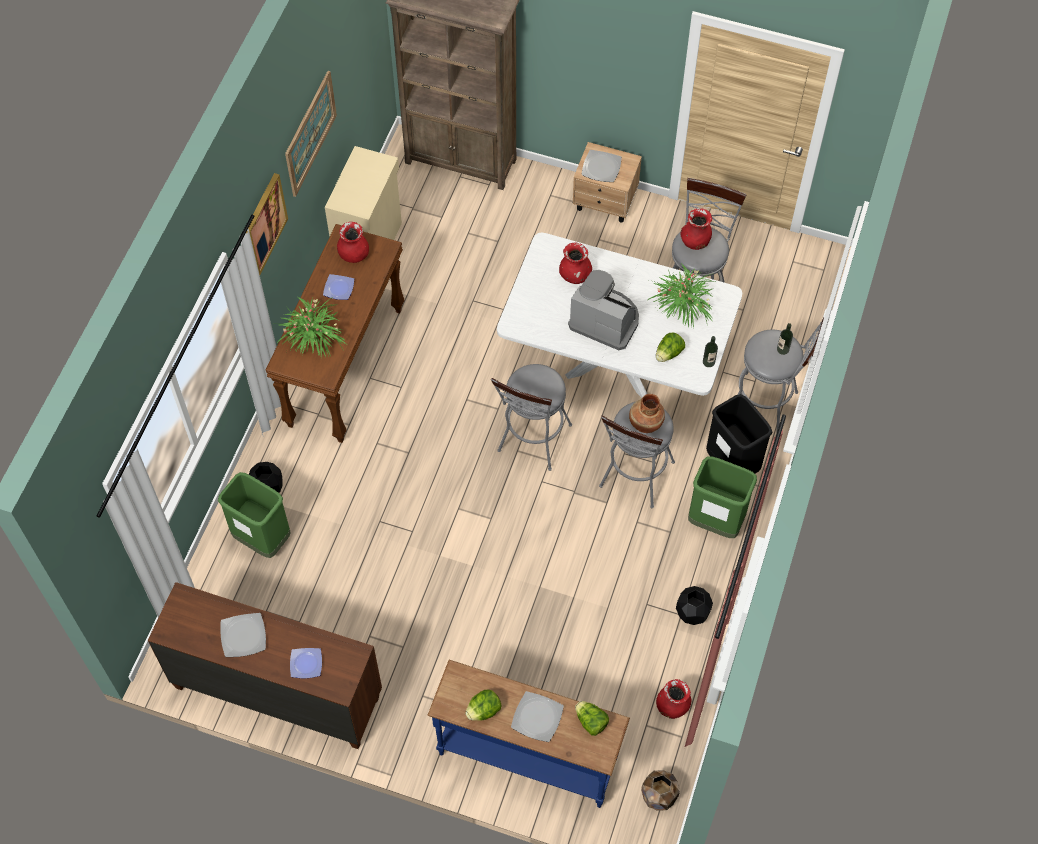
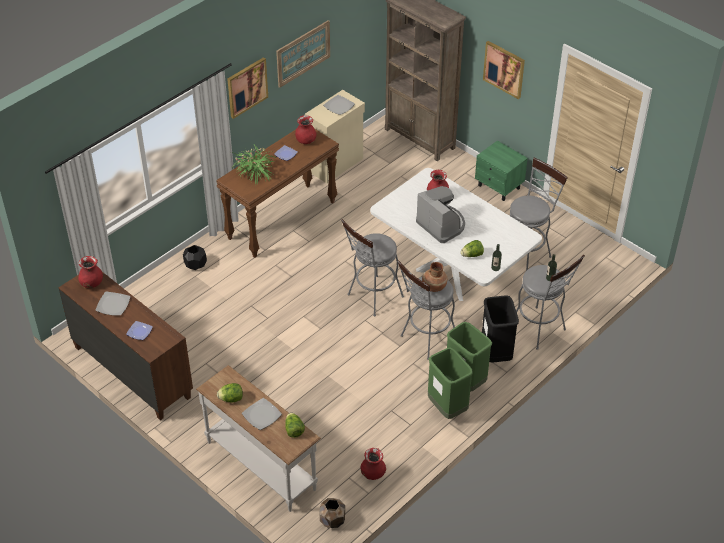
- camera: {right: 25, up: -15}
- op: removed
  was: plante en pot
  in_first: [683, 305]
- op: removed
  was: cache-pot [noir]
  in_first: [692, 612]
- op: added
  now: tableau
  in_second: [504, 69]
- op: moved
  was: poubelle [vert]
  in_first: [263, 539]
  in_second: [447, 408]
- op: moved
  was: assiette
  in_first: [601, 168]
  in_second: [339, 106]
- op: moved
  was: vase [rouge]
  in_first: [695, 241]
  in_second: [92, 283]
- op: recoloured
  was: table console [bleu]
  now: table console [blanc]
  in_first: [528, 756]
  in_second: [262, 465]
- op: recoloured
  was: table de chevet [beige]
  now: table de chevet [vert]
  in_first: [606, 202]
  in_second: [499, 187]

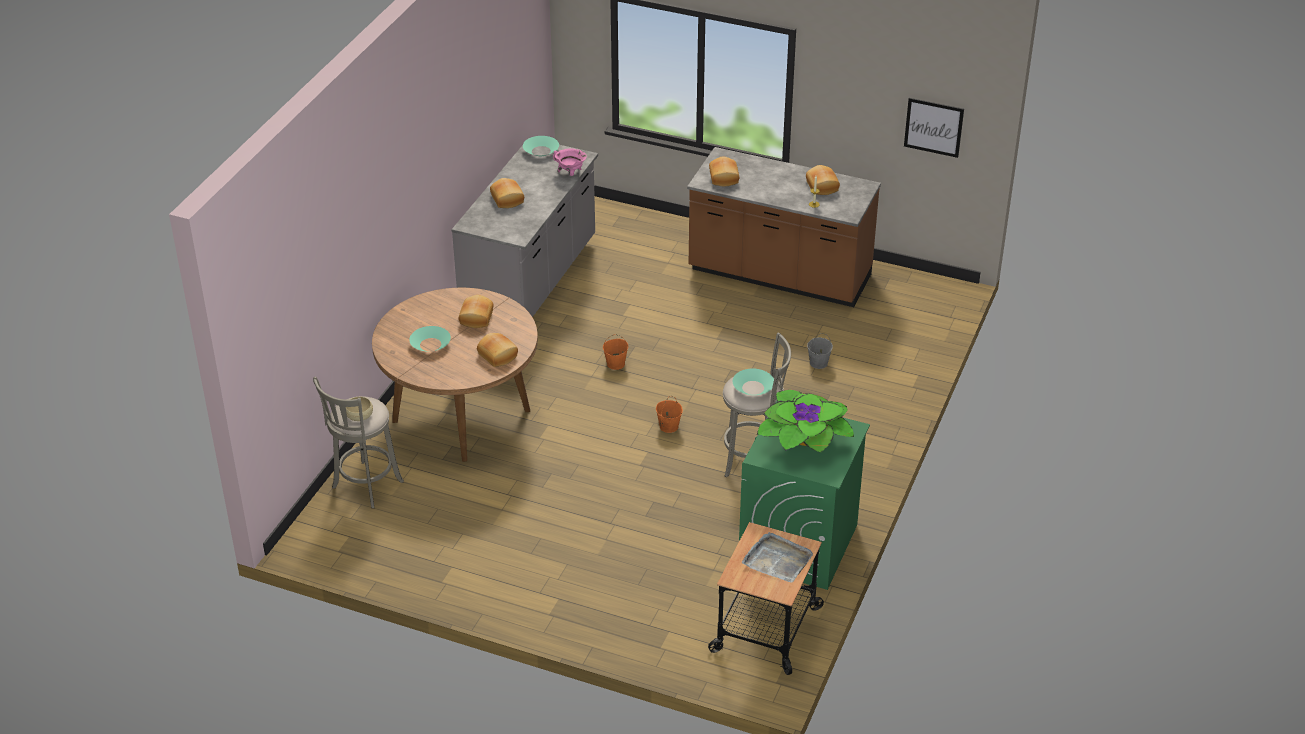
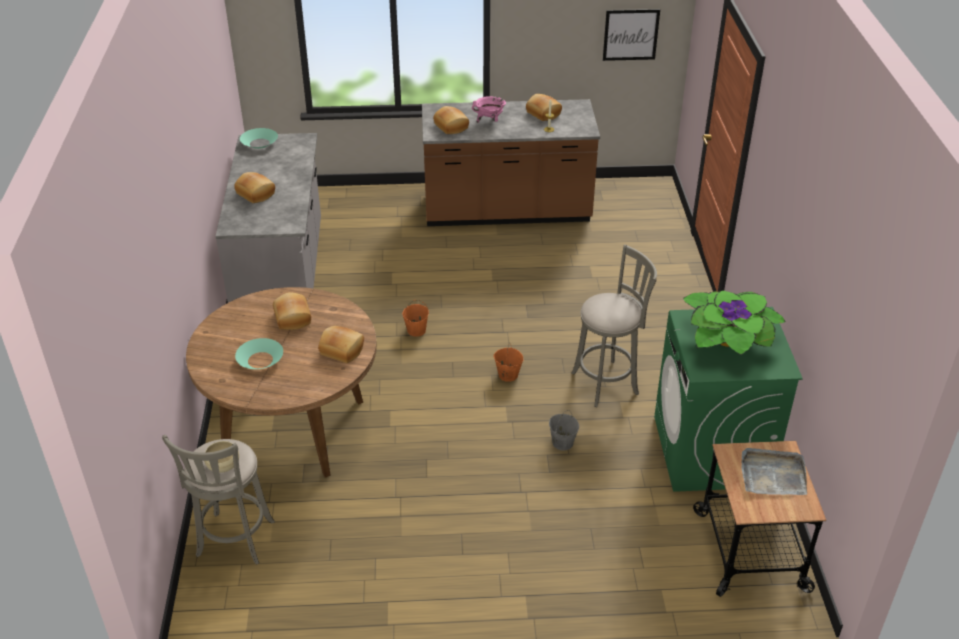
- camera: {right: -25, up: 0}
- op: removed
  was: bol [turquoise]
  in_first: [753, 387]
- op: moved
  was: marmite [rose]
  in_first: [570, 174]
  in_second: [489, 121]
- op: moved
  was: seau [gris]
  in_first: [818, 363]
  in_second: [562, 443]

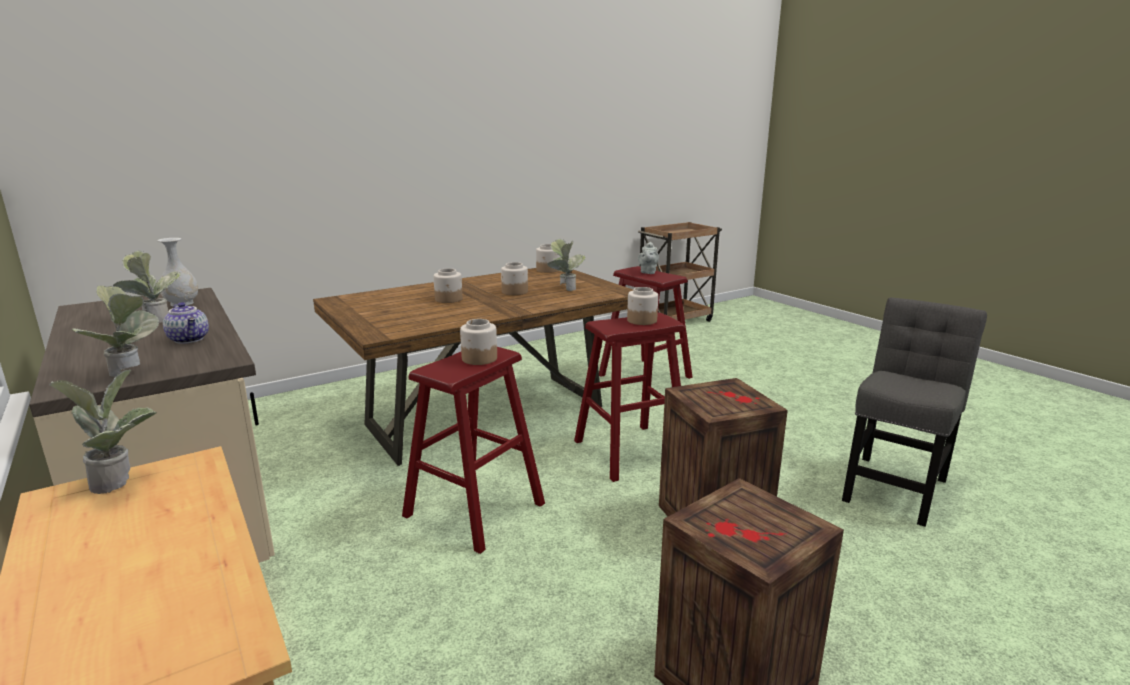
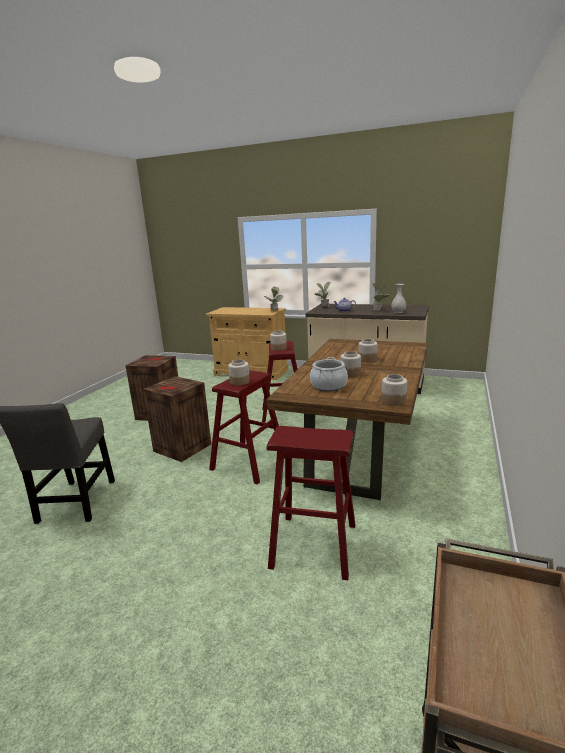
- camera: {right: 145, up: 0}
- op: removed
  was: théière [gris]
  in_first: [647, 272]
- op: replaced
  was: plante en pot
  now: marmite
  in_first: [565, 288]
  in_second: [328, 386]

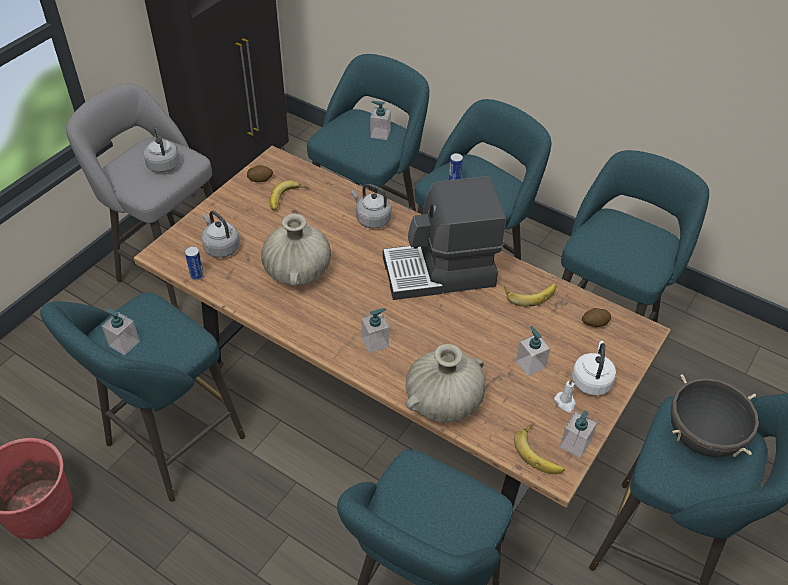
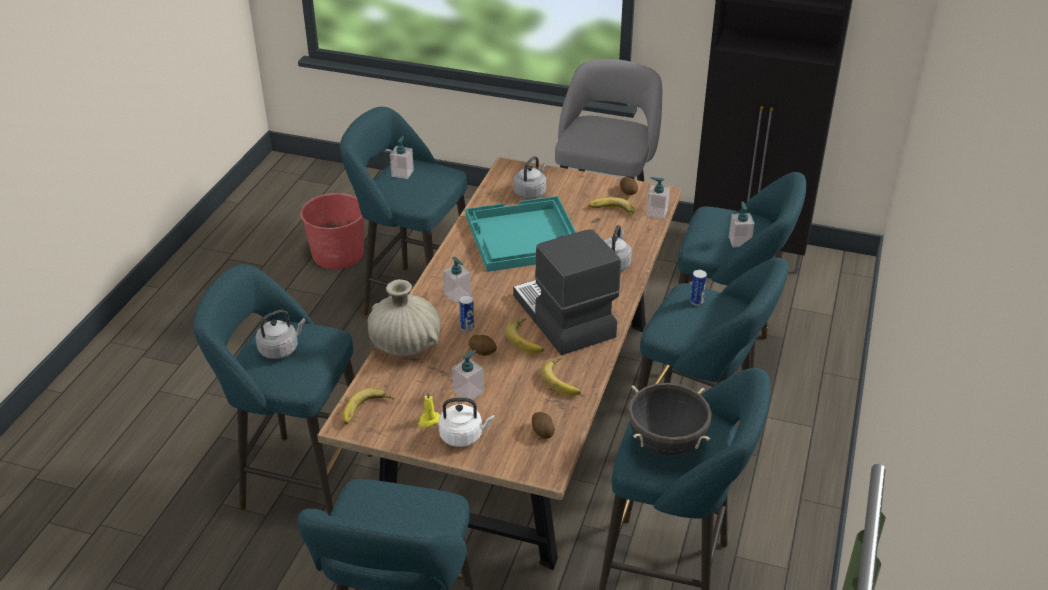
- camera: {right: 75, up: -10}
- op: added
  now: pomme de terre
  in_second: [483, 351]
- op: added
  now: banane
  in_second: [527, 339]
- op: moved
  was: bouilloire [gris]
  in_first: [163, 164]
  in_second: [281, 349]
- op: moved
  was: boîte métallique
  in_first: [197, 275]
  in_second: [467, 327]
- op: moved
  was: distributeur de savon
  in_first: [574, 444]
  in_second: [657, 212]
- op: moved
  was: marmite [noir]
  in_first: [702, 438]
  in_second: [666, 443]
- op: replaced
  was: vase [beige]
  now: plateau [turquoise]
  in_first: [298, 271]
  in_second: [523, 237]
- op: recoloured
  was: bougie [blanc]
  now: bougie [jaune]
  in_first: [565, 403]
  in_second: [429, 420]

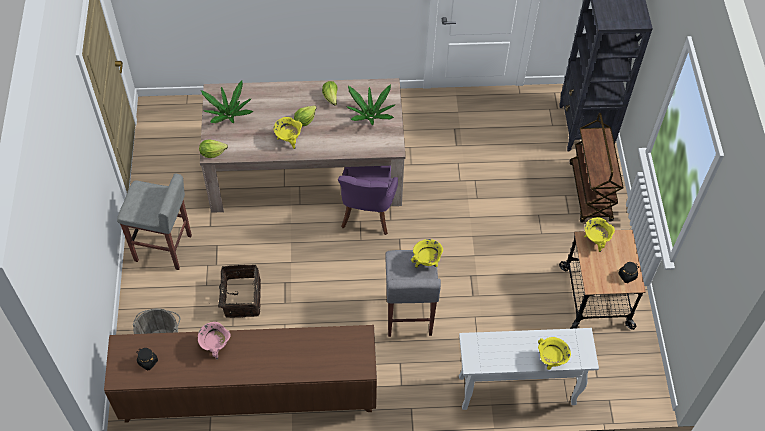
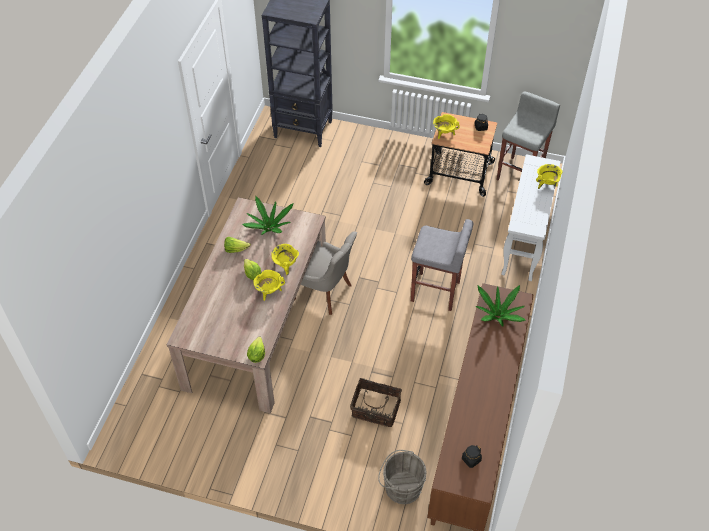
- camera: {right: -70, up: -5}
- op: removed
  was: marmite [rose]
  in_first: [215, 346]
- op: removed
  was: chariot [marron]
  in_first: [590, 192]
- op: moved
  was: tabouret [gris]
  in_first: [164, 249]
  in_second: [520, 174]
- op: moved
  was: plante en pot
  in_first: [228, 114]
  in_second: [498, 315]
- op: moved
  was: marmite [jaune]
  in_first: [426, 262]
  in_second: [285, 266]
- op: recoloured
  was: chaise [violet]
  now: chaise [gris]
  in_first: [368, 213]
  in_second: [324, 292]

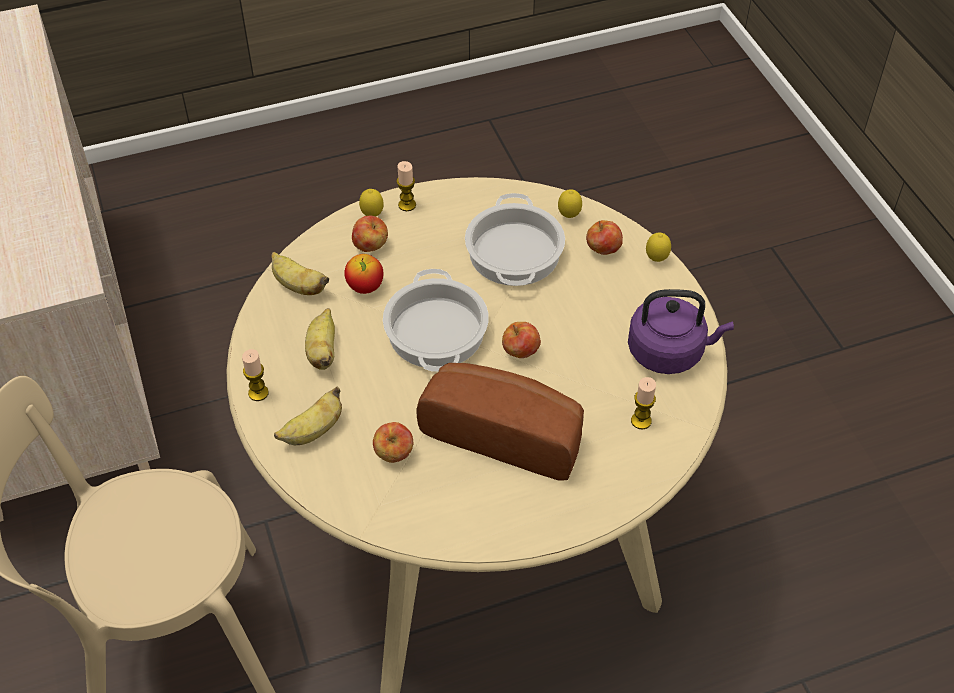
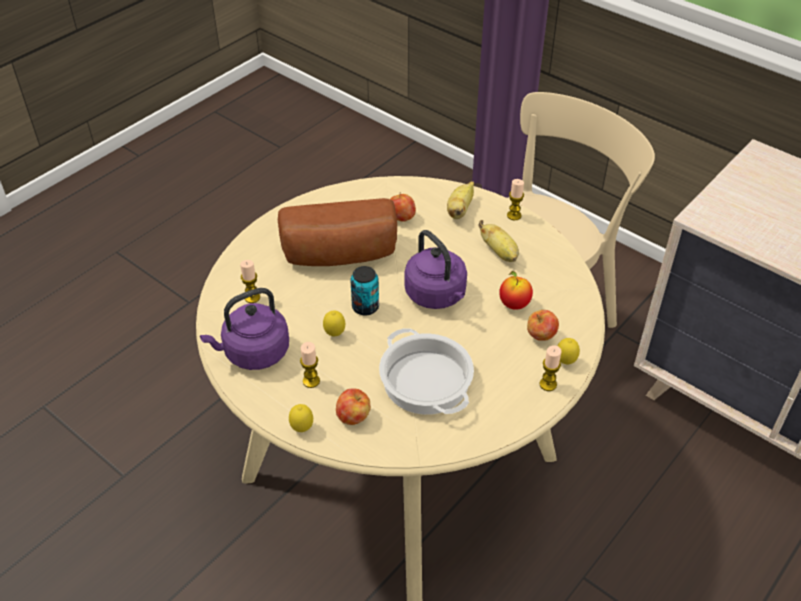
- camera: {right: 150, up: -5}
- op: removed
  was: banane
  in_first: [298, 286]
- op: added
  now: bougie
  in_second: [311, 381]
- op: moved
  was: citron
  in_first: [569, 216]
  in_second: [334, 334]
- op: replaced
  was: marmite
  now: bouilloire [violet]
  in_first: [435, 331]
  in_second: [437, 296]
- op: replaced
  was: pomme
  now: boîte métallique
  in_first: [520, 352]
  in_second: [365, 307]

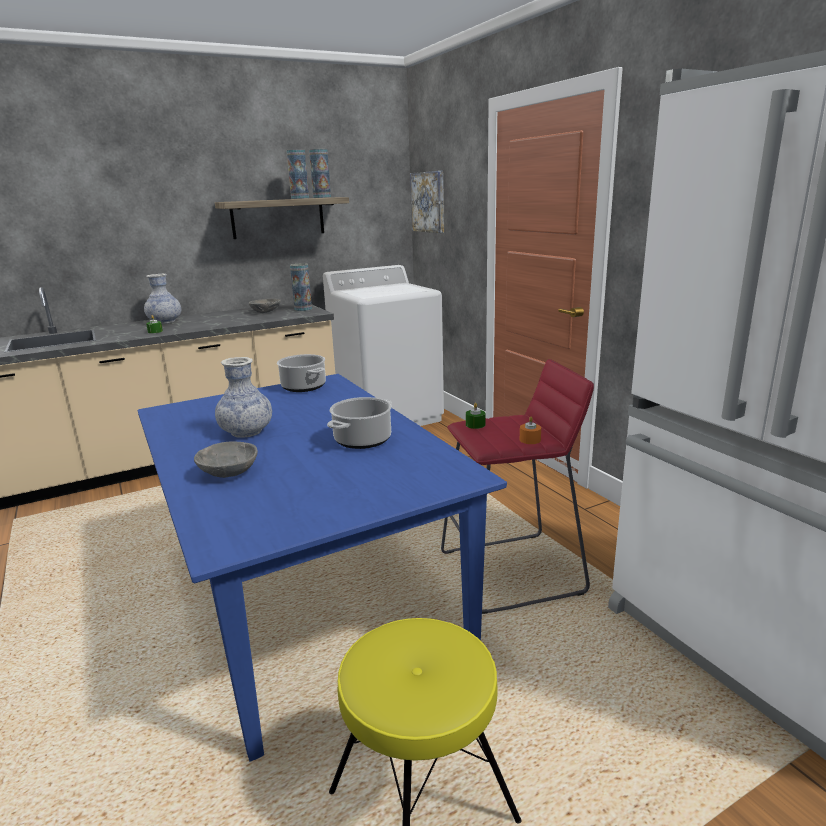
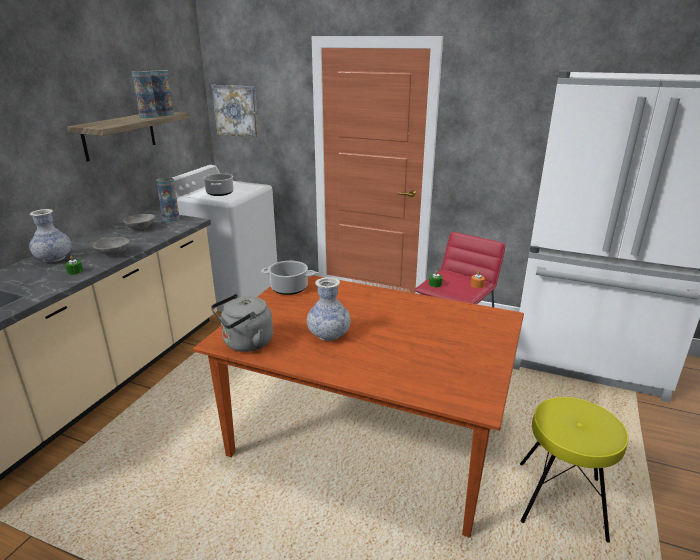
- camera: {right: -40, up: 5}
- op: added
  now: bouilloire [gris]
  in_second: [245, 343]
- op: moved
  was: bol [gris]
  in_first: [228, 473]
  in_second: [113, 254]
- op: moved
  was: marmite
  in_first: [362, 440]
  in_second: [220, 193]
- op: recoloured
  was: table à manger [bleu]
  now: table à manger [marron]
  in_first: [307, 597]
  in_second: [365, 439]

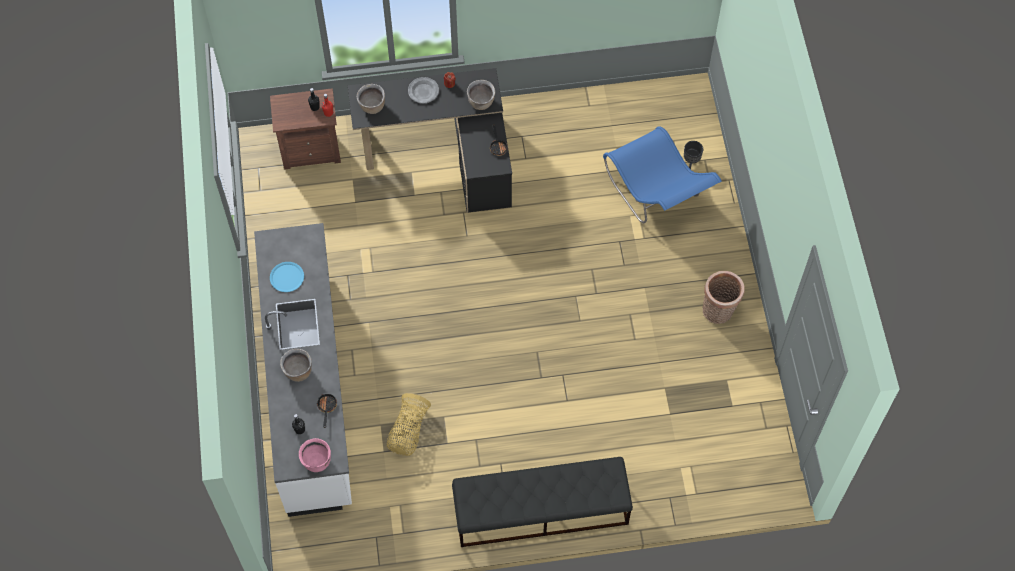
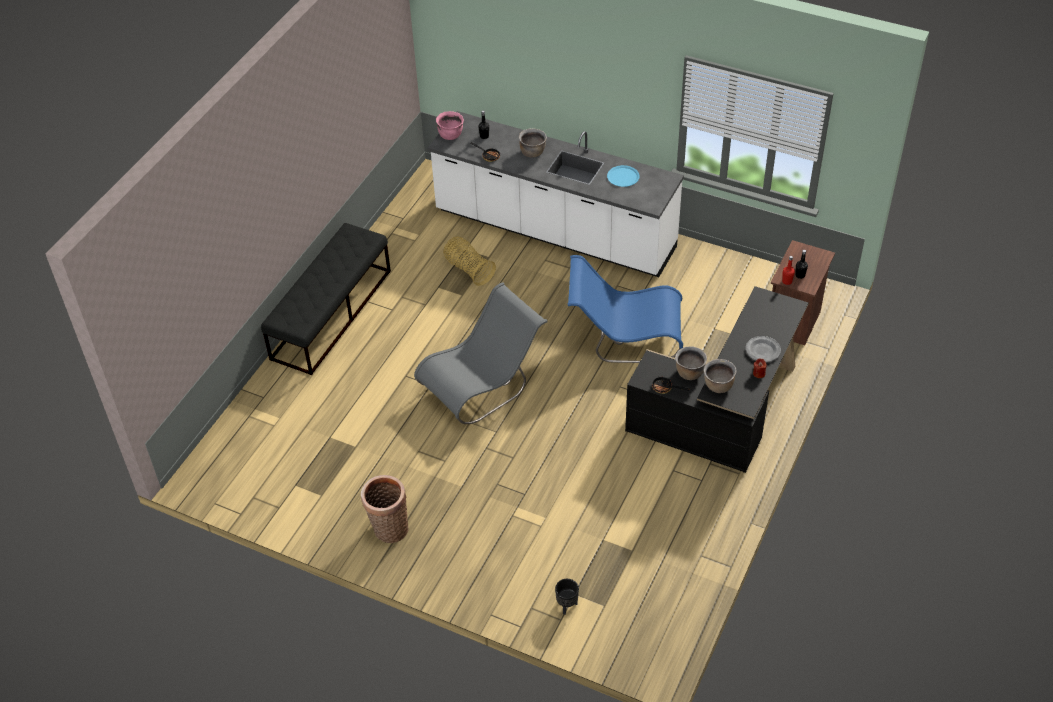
- camera: {right: 125, up: -15}
- op: added
  now: chaise [gris]
  in_second: [482, 385]
- op: moved
  was: marmite [marron]
  in_first: [372, 107]
  in_second: [689, 373]
- op: moved
  was: chaise [bleu]
  in_first: [656, 194]
  in_second: [624, 338]

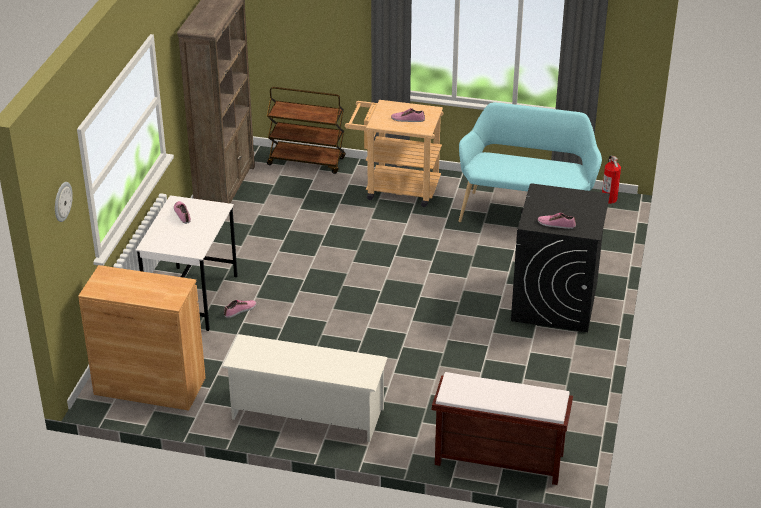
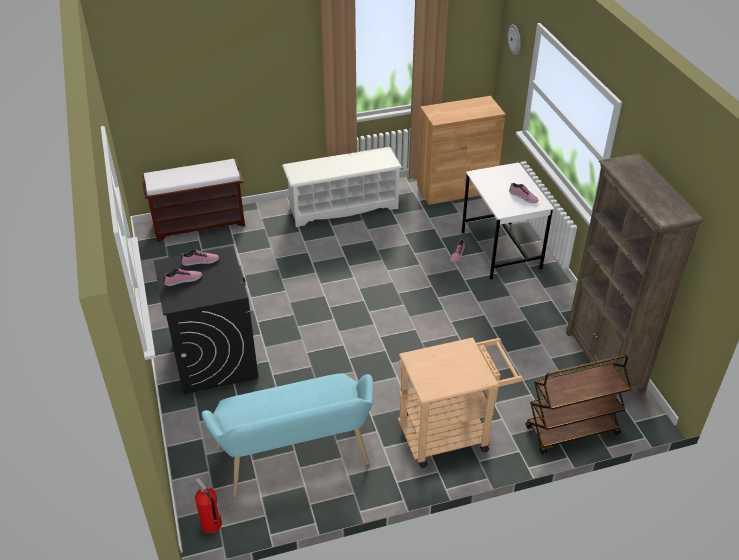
- camera: {right: 150, up: 5}
- op: moved
  was: chaussure
  in_first: [407, 119]
  in_second: [183, 280]

